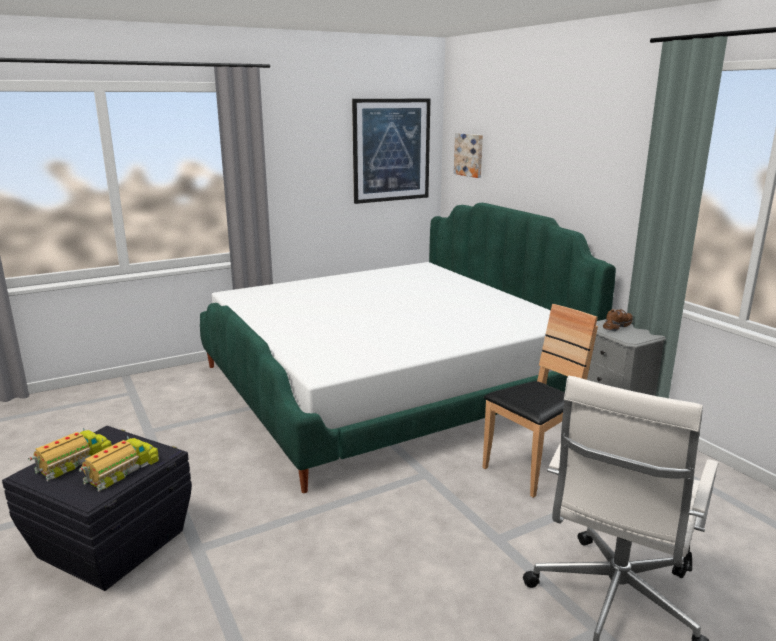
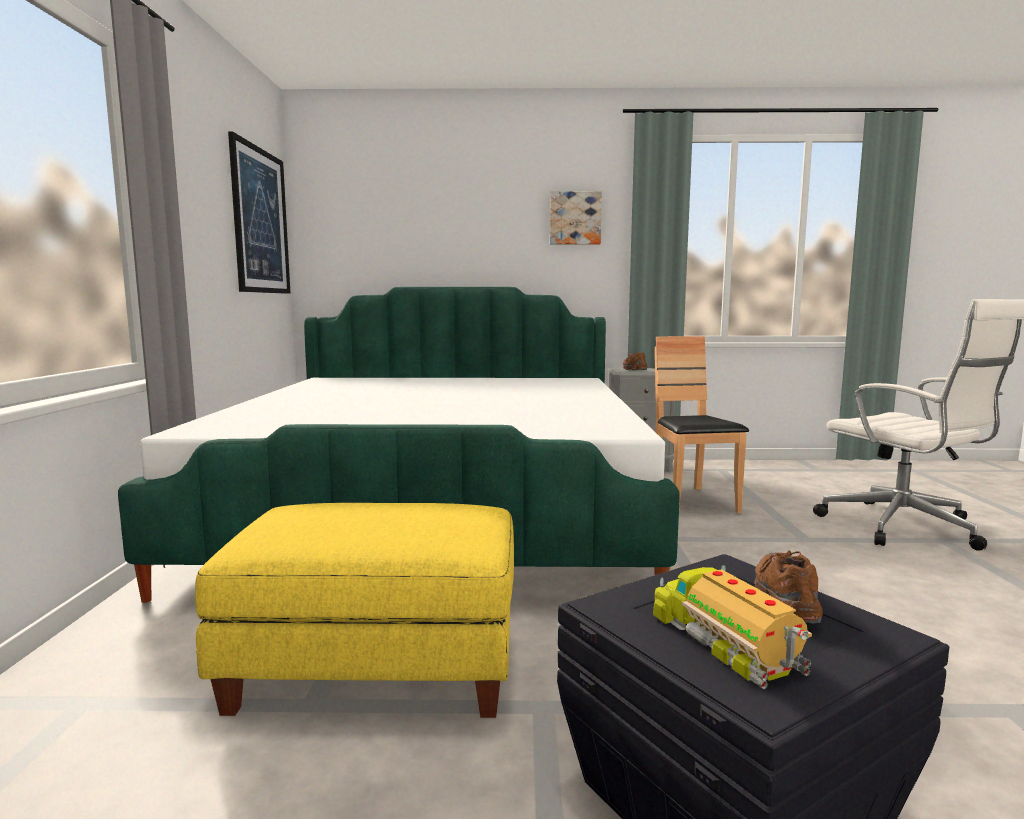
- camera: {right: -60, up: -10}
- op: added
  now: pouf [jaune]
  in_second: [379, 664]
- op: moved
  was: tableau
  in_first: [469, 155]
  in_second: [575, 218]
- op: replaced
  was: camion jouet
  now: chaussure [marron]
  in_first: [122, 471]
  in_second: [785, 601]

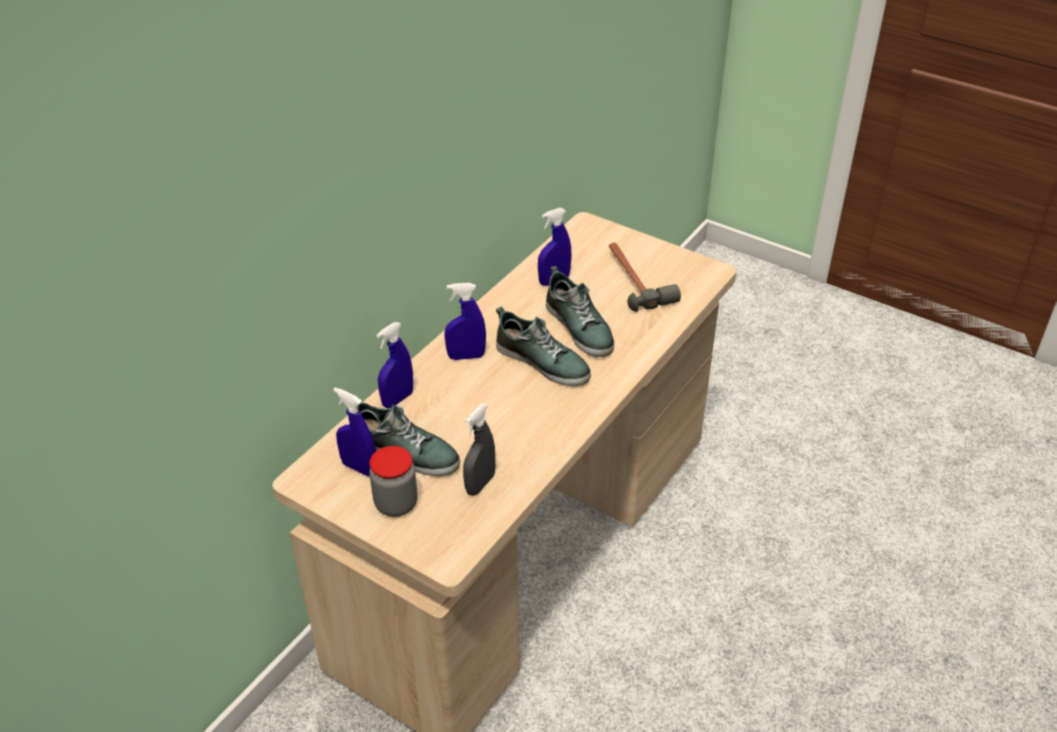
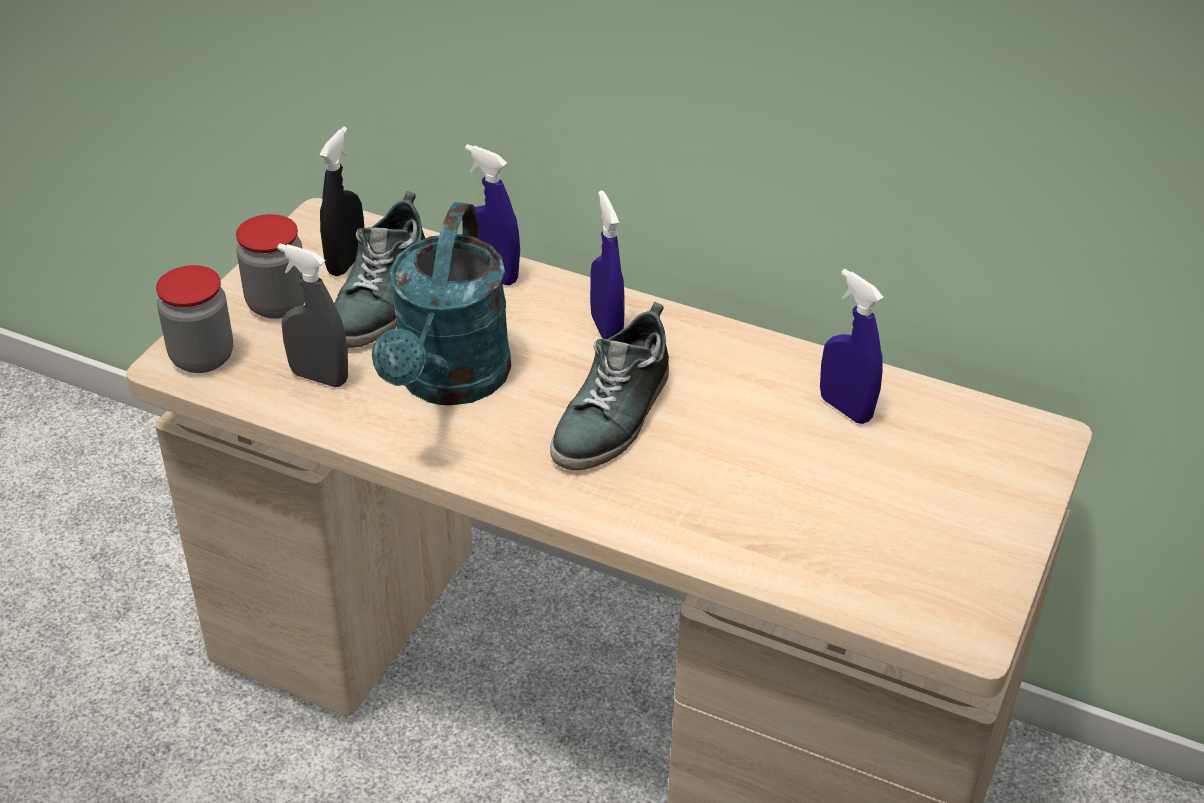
- camera: {right: 80, up: 0}
- op: removed
  was: chaussure
  in_first: [580, 327]
- op: removed
  was: marteau
  in_first: [635, 280]
- op: added
  now: bocal
  in_second: [202, 357]
- op: added
  now: arrosoir [turquoise]
  in_second: [448, 383]
- op: recoloured
  was: vaporisateur [bleu]
  now: vaporisateur [noir]
  in_first: [359, 468]
  in_second: [346, 262]

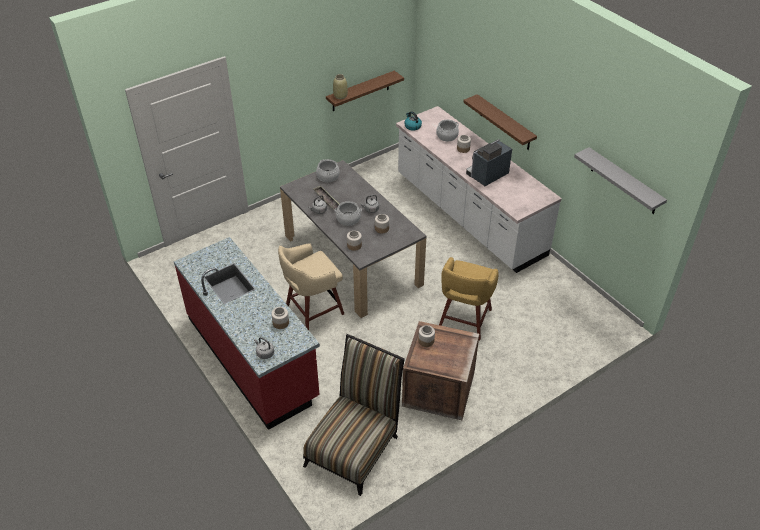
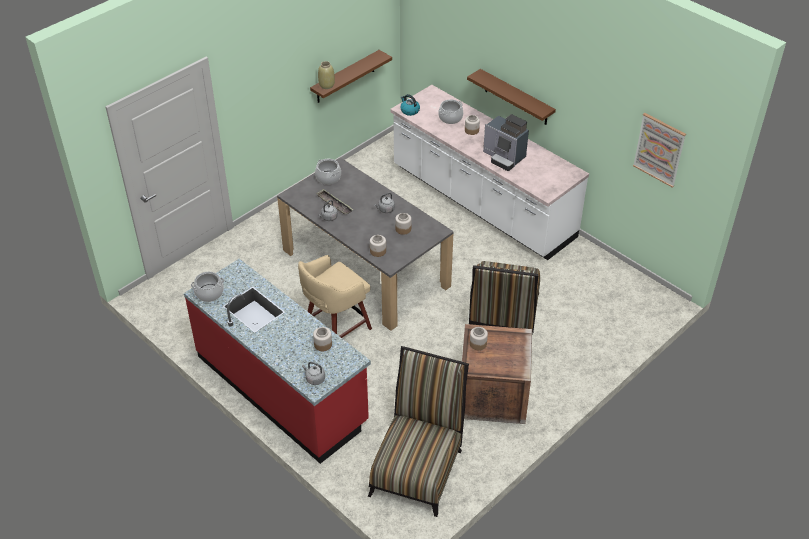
- camera: {right: -10, up: 0}
- op: moved
  was: marmite
  in_first: [348, 219]
  in_second: [209, 293]
- op: replaced
  was: tabouret [jaune]
  now: chaise
  in_first: [464, 320]
  in_second: [503, 318]
- op: replaced
  was: étagère [gris]
  now: tableau
  in_first: [624, 181]
  in_second: [659, 149]
- op: turned
  was: machine à café
  in_first: [487, 175]
  in_second: [504, 157]
  clockwise: -90

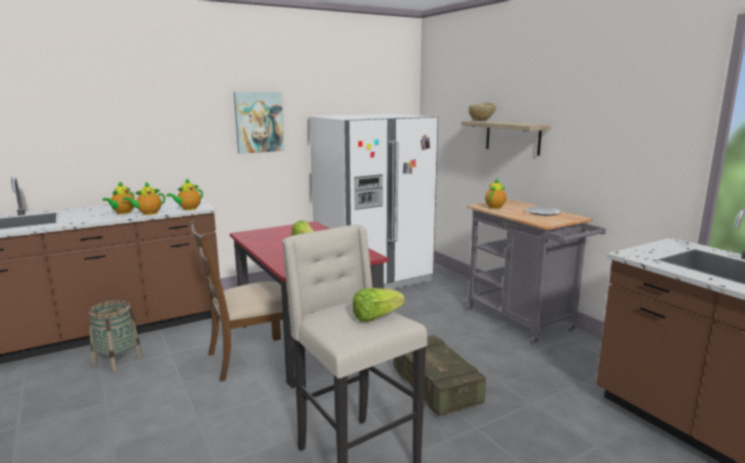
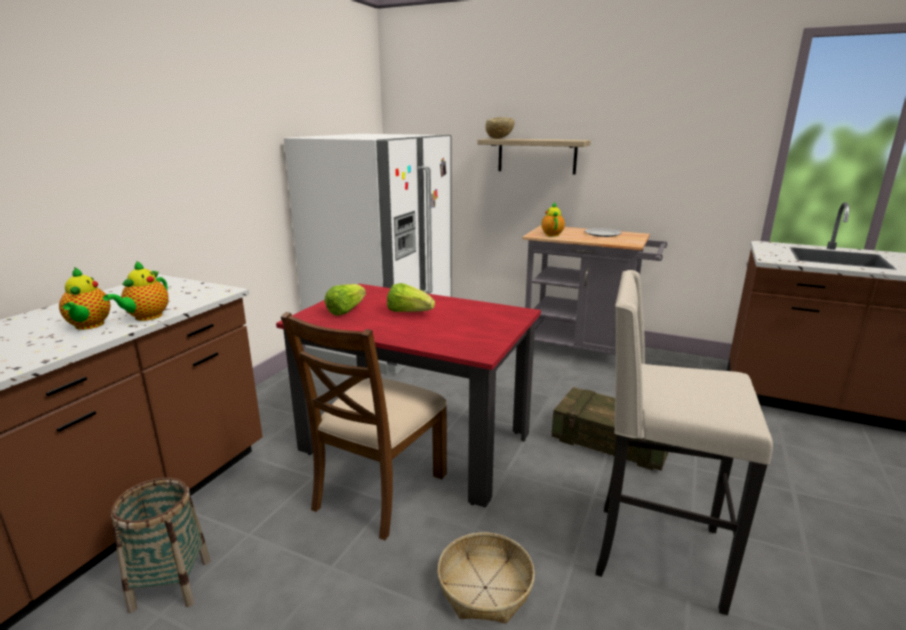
- camera: {right: -35, up: 5}
- op: removed
  was: théière
  in_first: [188, 209]
- op: removed
  was: tableau
  in_first: [259, 122]
- op: added
  now: panier
  in_second: [484, 588]
- op: moved
  was: laitue
  in_first: [375, 317]
  in_second: [346, 310]

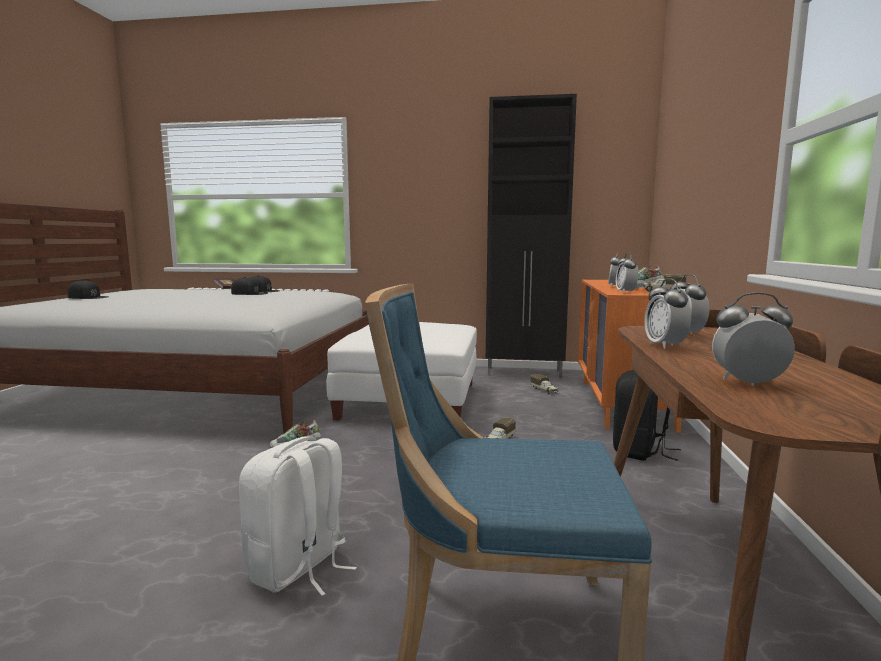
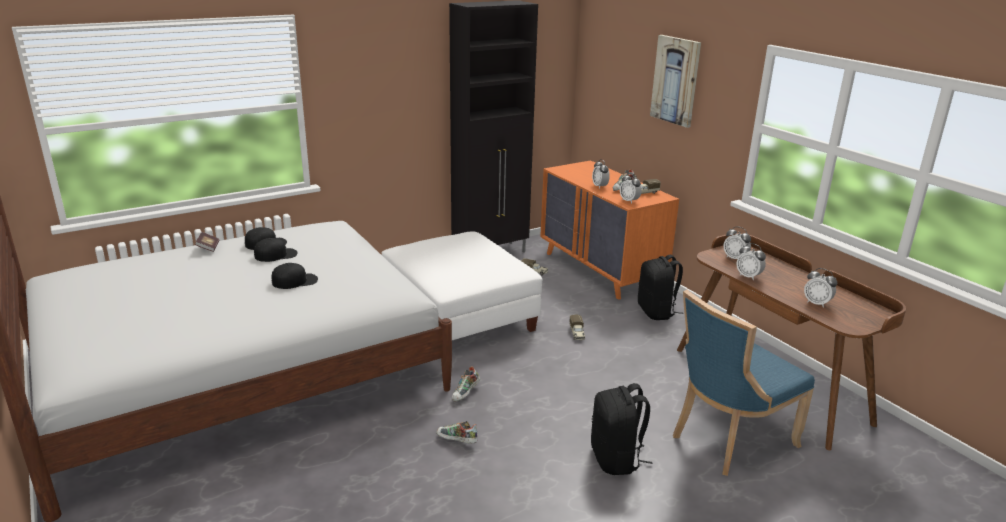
- camera: {right: -40, up: 15}
- op: added
  now: chaussure
  in_second: [456, 441]
- op: added
  now: tableau
  in_second: [676, 80]
- op: moved
  was: casquette [noir]
  in_first: [88, 297]
  in_second: [295, 281]
- op: recoloured
  was: sac à dos [blanc]
  now: sac à dos [noir]
  in_first: [298, 568]
  in_second: [616, 459]
- op: turned
  was: réveil
  in_first: [748, 383]
  in_second: [817, 303]
  clockwise: -105

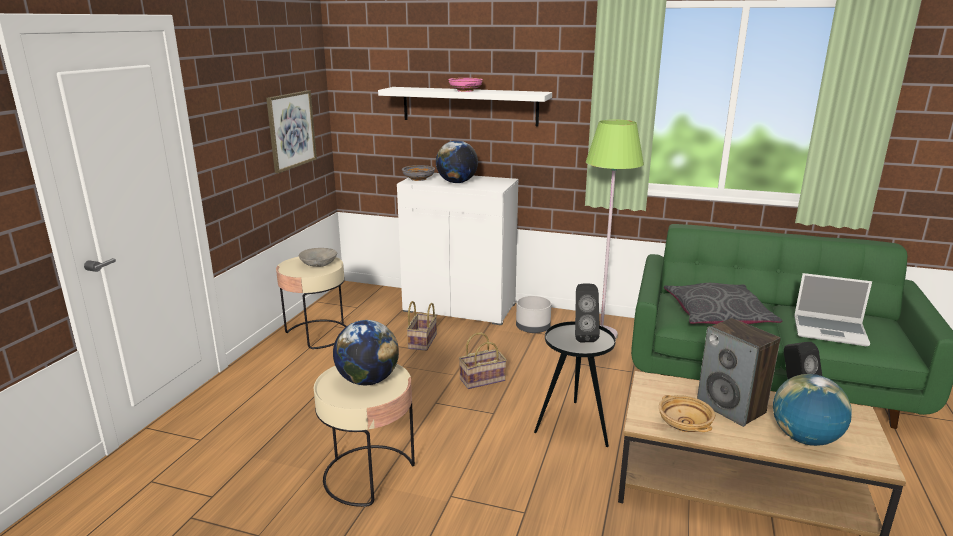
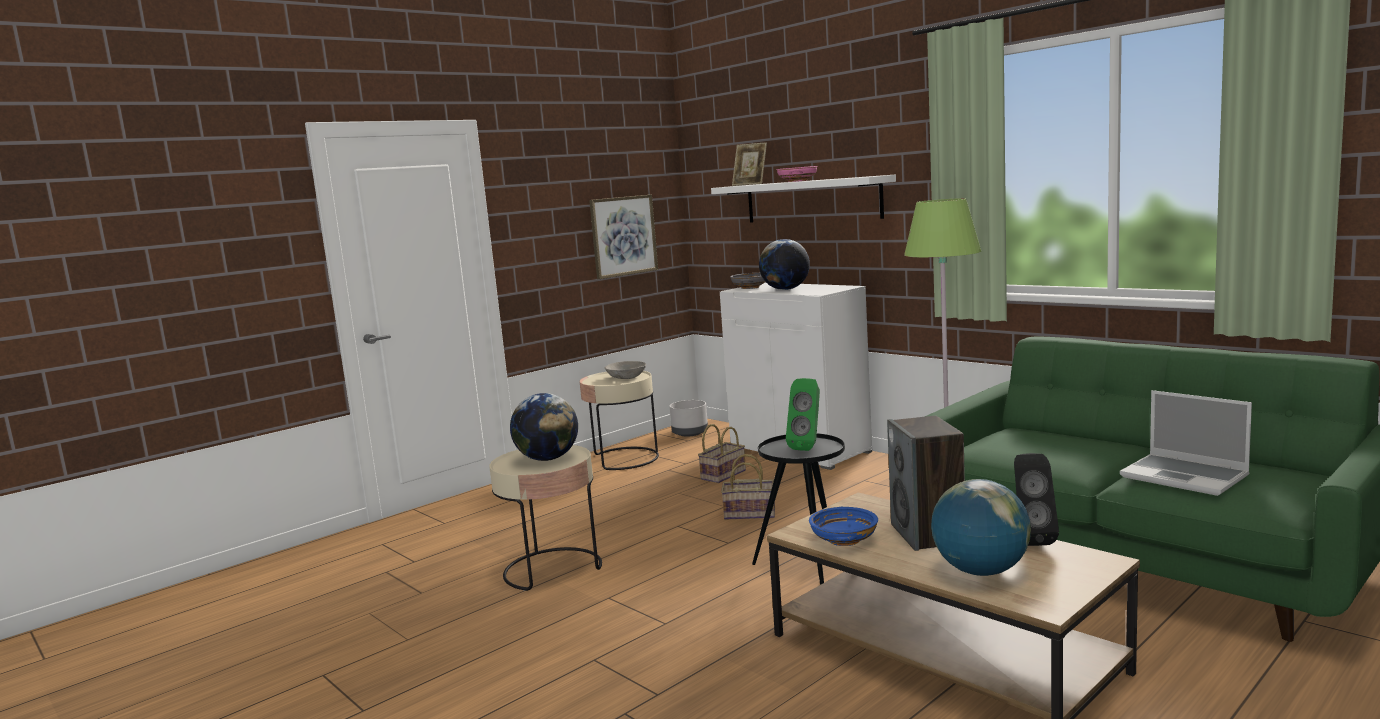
- camera: {right: 30, up: -10}
- op: removed
  was: coussin [gris]
  in_first: [717, 315]
- op: added
  now: cadre photo
  in_second: [750, 184]
- op: moved
  was: cache-pot [gris]
  in_first: [533, 328]
  in_second: [690, 433]
- op: recoloured
  was: enceinte [noir]
  now: enceinte [vert]
  in_first: [583, 337]
  in_second: [808, 447]
- op: recoloured
  was: bol [beige]
  now: bol [bleu]
  in_first: [684, 424]
  in_second: [843, 539]

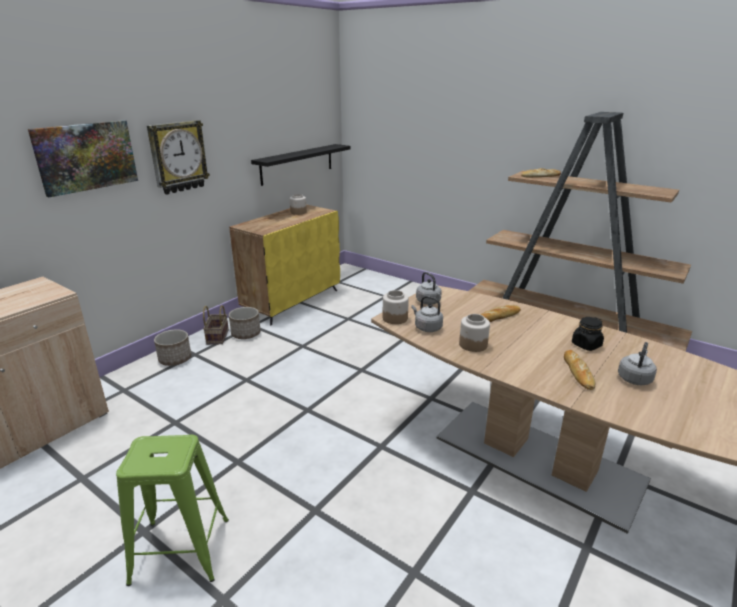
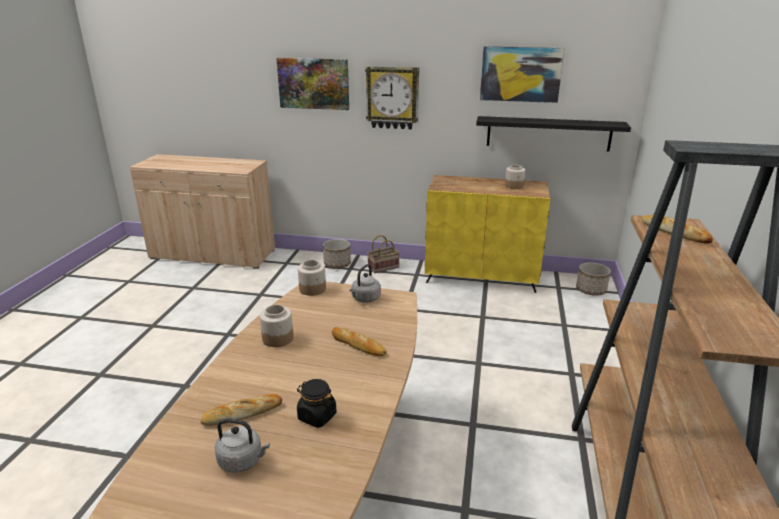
- camera: {right: 65, up: 0}
- op: removed
  was: tabouret [vert]
  in_first: [180, 550]
- op: removed
  was: bouilloire [gris]
  in_first: [427, 327]
- op: added
  now: tableau
  in_second: [520, 74]
- op: moved
  was: cache-pot
  in_first: [246, 334]
  in_second: [591, 290]

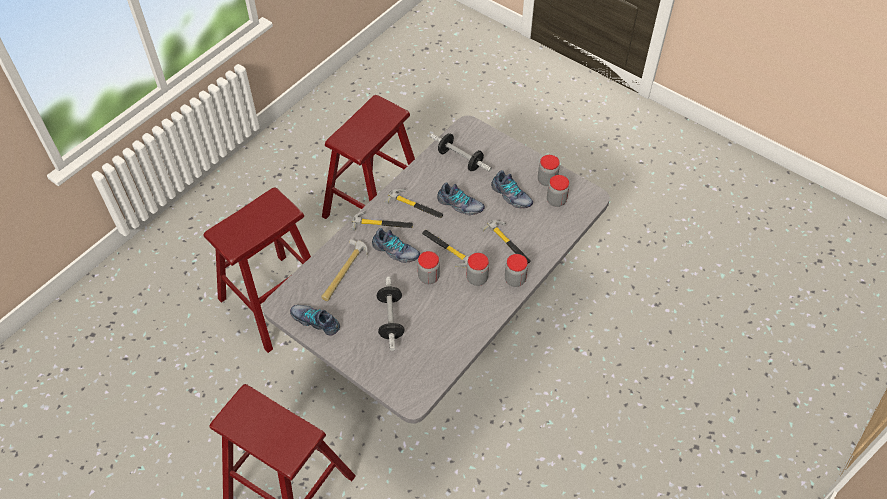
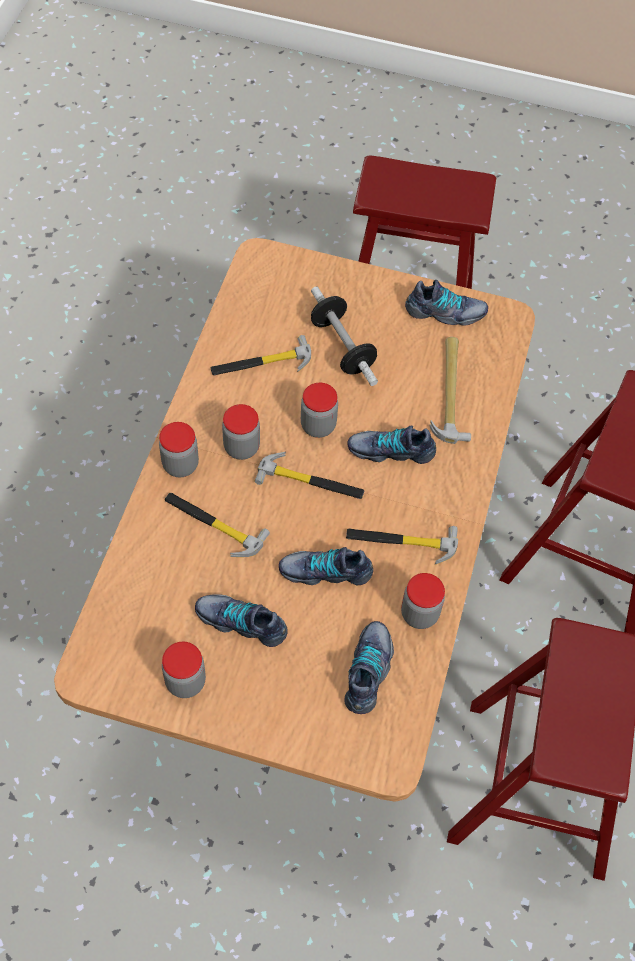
- camera: {right: 155, up: 5}
- op: moved
  was: marteau
  in_first: [382, 224]
  in_second: [261, 364]
- op: moved
  was: bocal
  in_first: [556, 200]
  in_second: [419, 614]
- op: replaced
  was: haltère
  now: chaussure
  in_first: [460, 159]
  in_second: [369, 671]
- op: recoloured
  was: table à manger [gris]
  now: table à manger [marron]
  in_first: [442, 330]
  in_second: [311, 598]

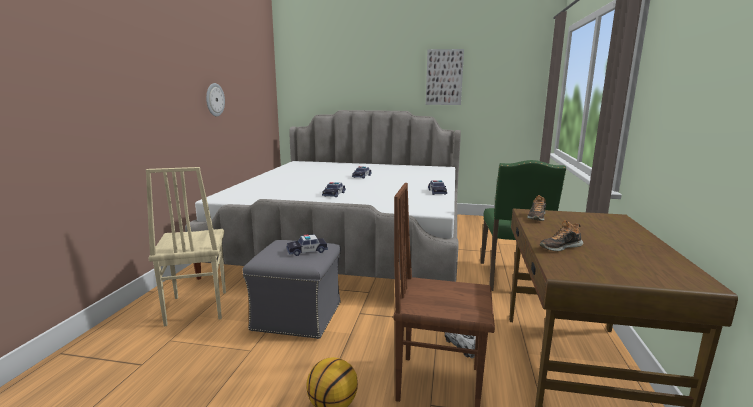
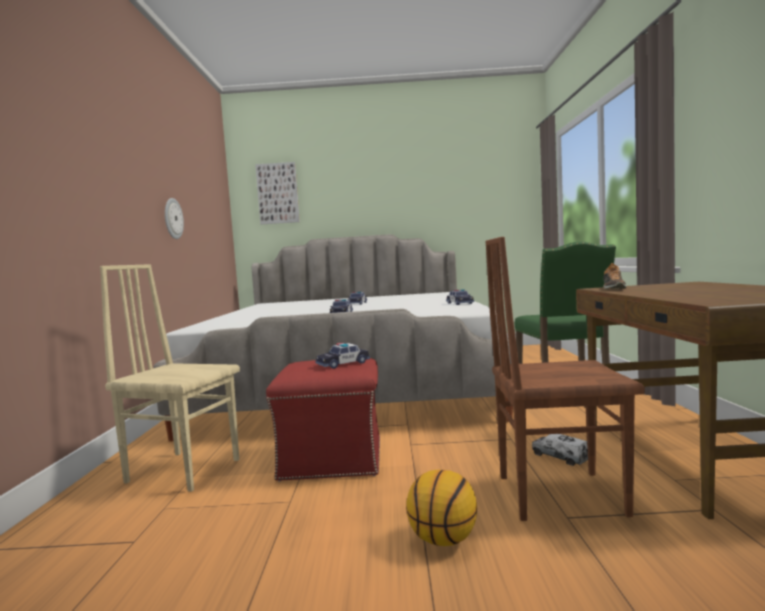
- camera: {right: -10, up: -10}
- op: removed
  was: chaussure
  in_first: [560, 247]
- op: moved
  was: tableau
  in_first: [444, 77]
  in_second: [277, 193]
- op: recoloured
  was: pouf [gris]
  now: pouf [rouge]
  in_first: [298, 316]
  in_second: [333, 458]
- op: turned
  was: chaise [beige]
  in_first: [195, 308]
  in_second: [184, 470]
  clockwise: 135

